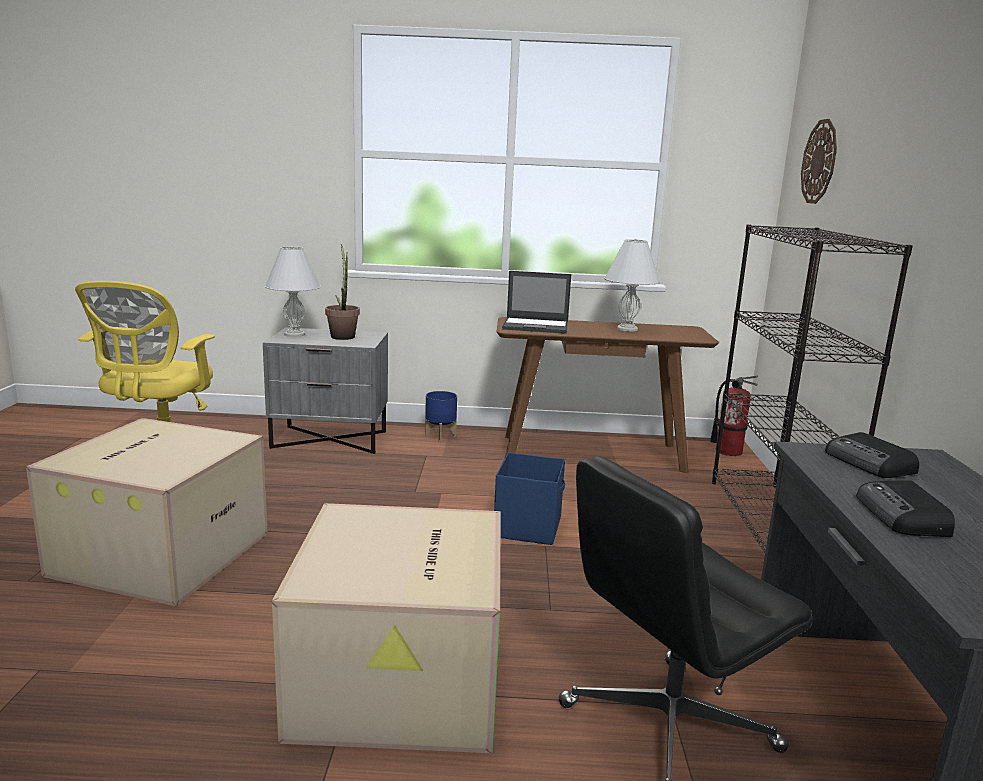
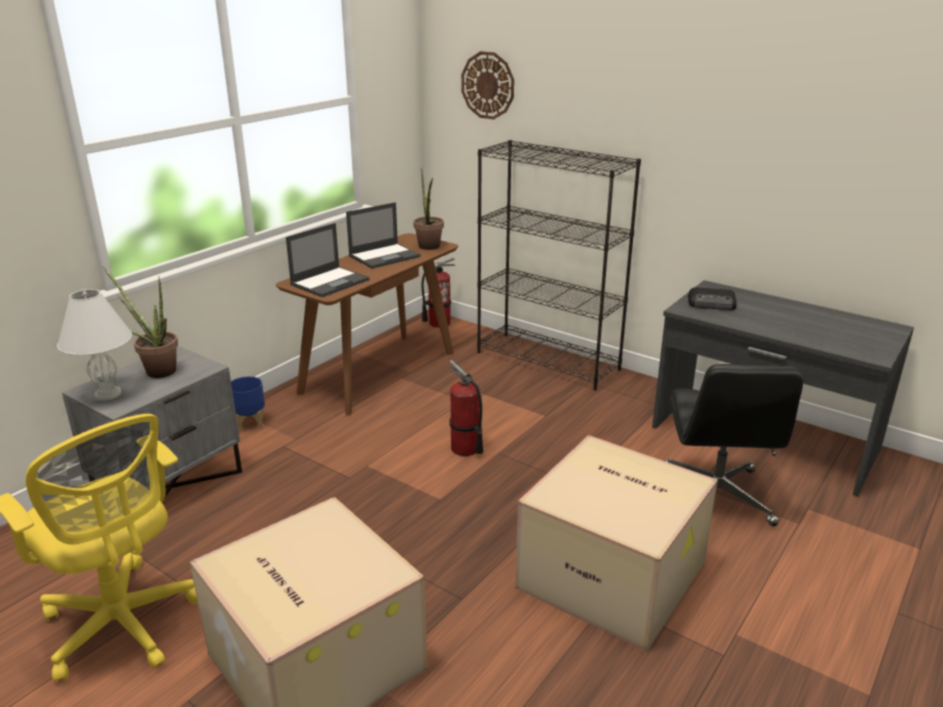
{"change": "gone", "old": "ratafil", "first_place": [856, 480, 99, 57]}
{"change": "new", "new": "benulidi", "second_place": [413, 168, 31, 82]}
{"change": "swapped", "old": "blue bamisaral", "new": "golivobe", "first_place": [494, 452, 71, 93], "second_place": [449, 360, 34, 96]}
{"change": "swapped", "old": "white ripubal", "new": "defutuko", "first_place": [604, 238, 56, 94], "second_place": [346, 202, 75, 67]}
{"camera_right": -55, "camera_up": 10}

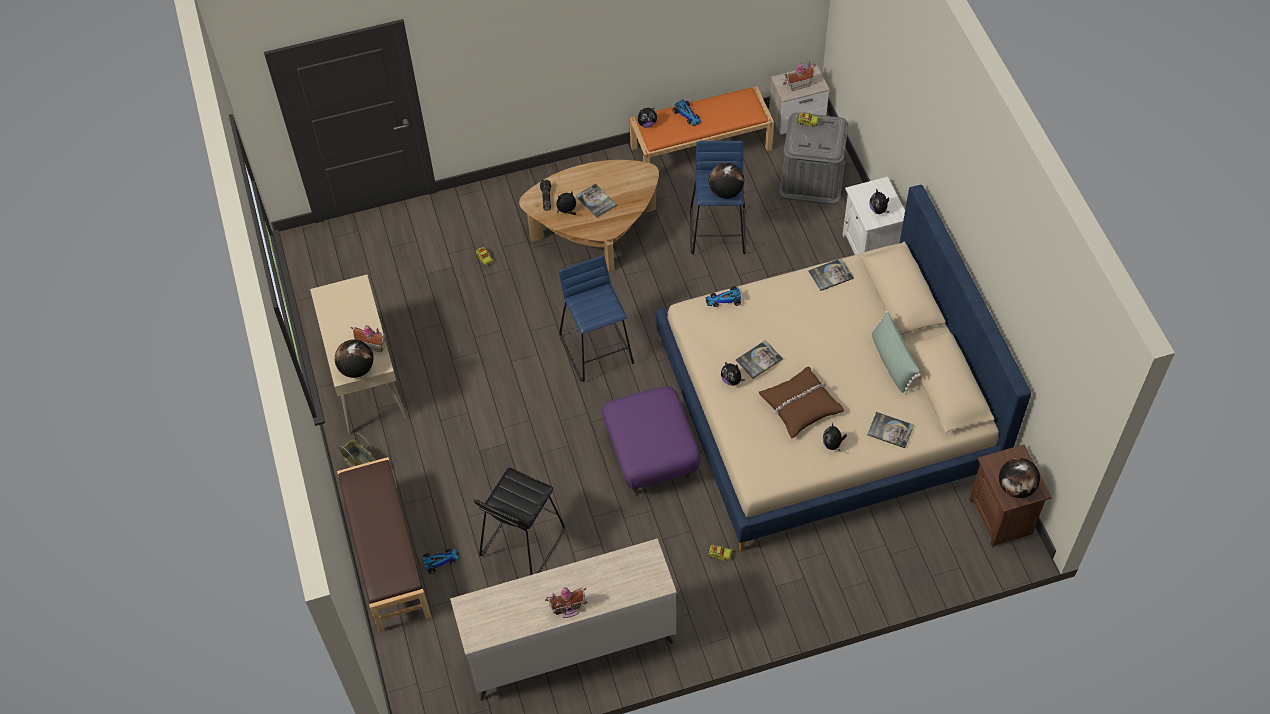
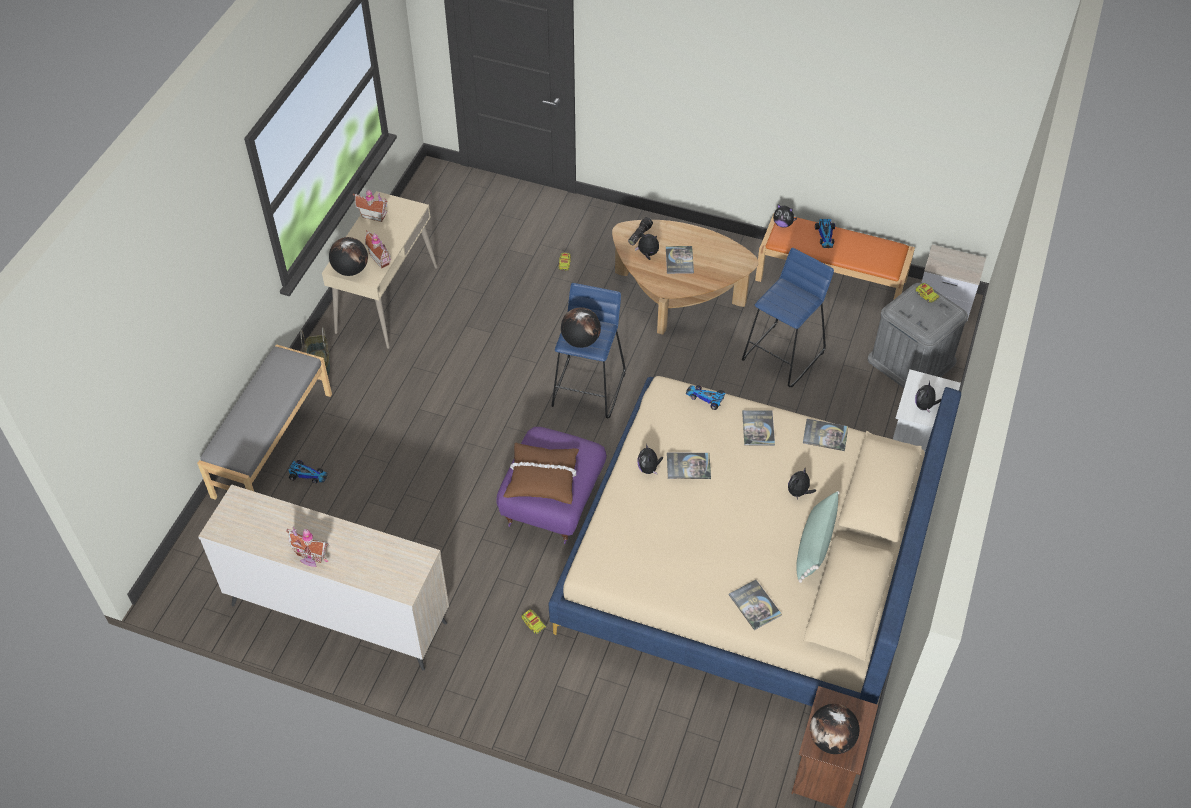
{"change": "gone", "old": "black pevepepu", "first_place": [474, 468, 91, 107]}
{"change": "new", "new": "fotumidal", "second_place": [742, 410, 33, 36]}
{"change": "shifted", "old": "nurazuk", "first_place": [709, 163, 35, 36], "second_place": [561, 307, 40, 41]}
{"change": "shifted", "old": "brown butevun", "first_place": [758, 366, 86, 73], "second_place": [503, 442, 76, 62]}
{"change": "shifted", "old": "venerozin", "first_place": [783, 61, 33, 30], "second_place": [353, 189, 35, 33]}
{"change": "shifted", "old": "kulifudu", "first_place": [823, 423, 24, 28], "second_place": [788, 469, 28, 30]}
{"change": "repainted", "old": "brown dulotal", "new": "grey dulotal", "first_place": [337, 457, 94, 176], "second_place": [197, 344, 135, 156]}
{"camera_right": 35, "camera_up": -5}

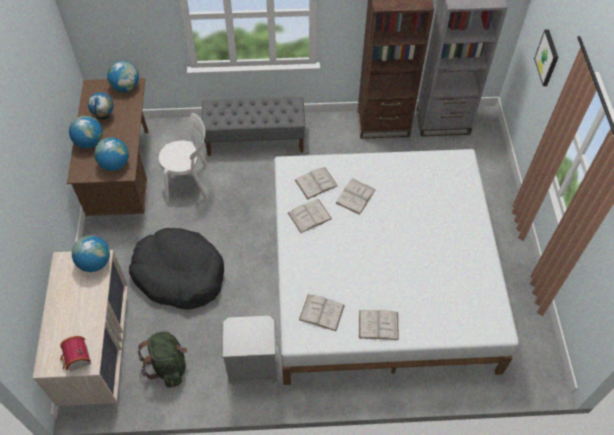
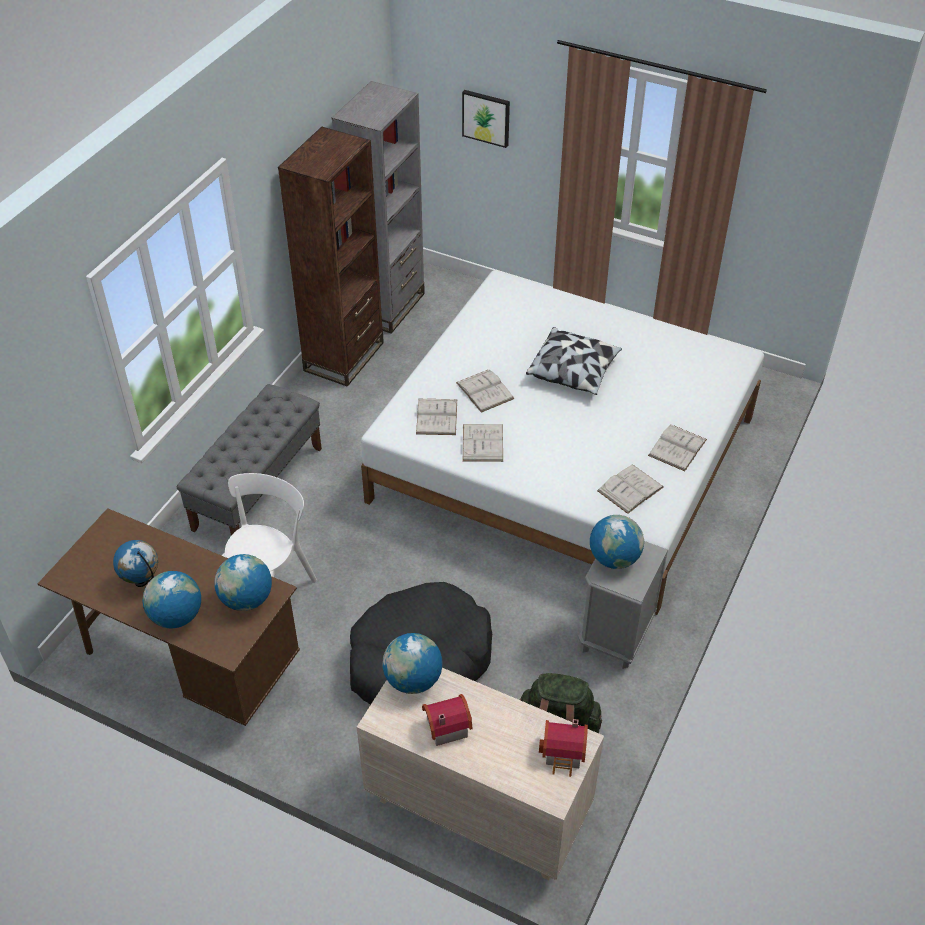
{"change": "new", "new": "venerozin", "second_place": [422, 694, 51, 52]}
{"change": "new", "new": "butevun", "second_place": [526, 327, 96, 68]}
{"change": "shifted", "old": "nurazuk", "first_place": [107, 61, 32, 31], "second_place": [590, 515, 54, 54]}
{"camera_right": -60, "camera_up": -10}

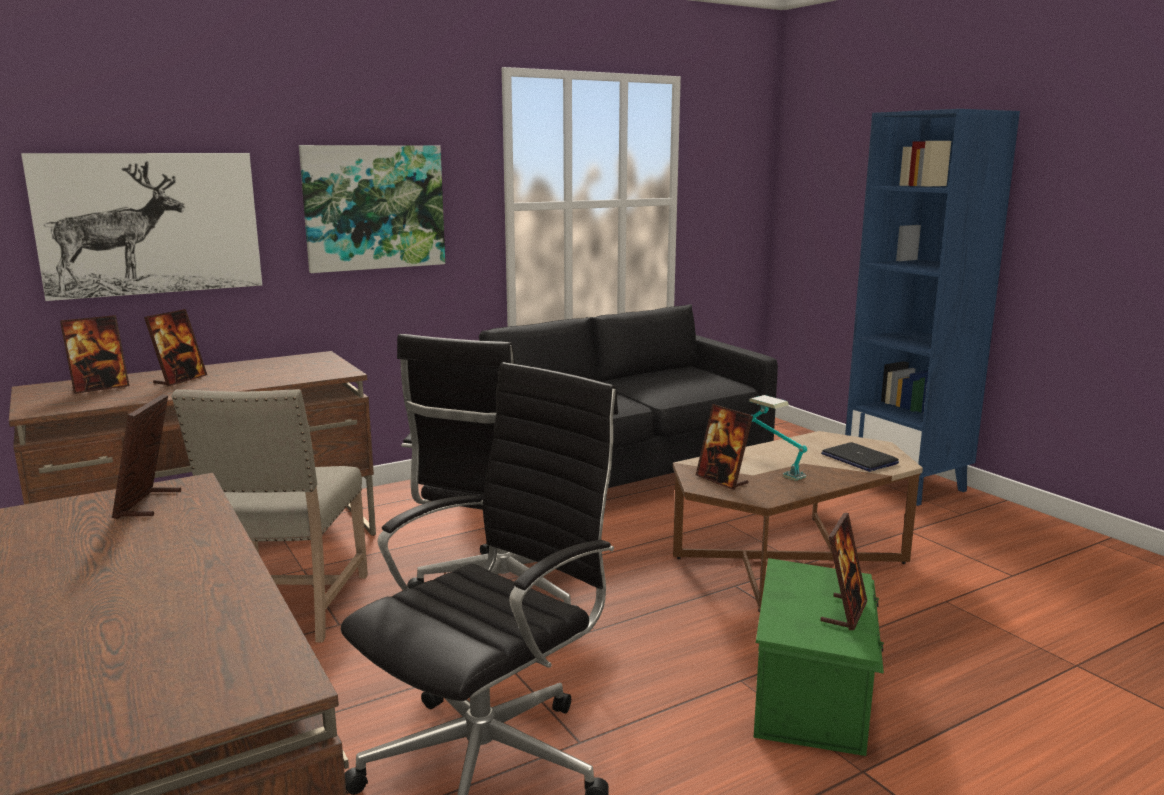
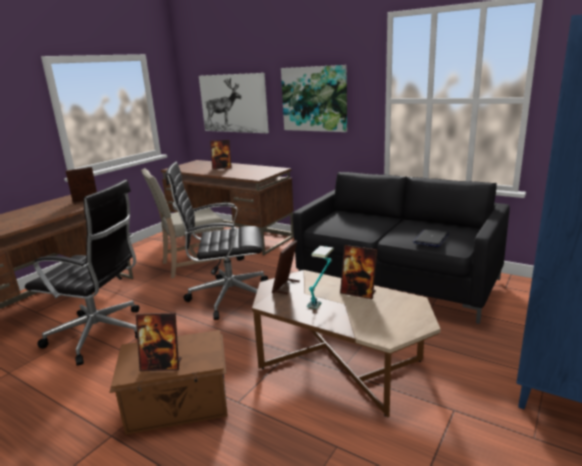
{"change": "shifted", "old": "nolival", "first_place": [60, 315, 69, 79], "second_place": [340, 245, 38, 54]}
{"change": "shifted", "old": "defutuko", "first_place": [821, 442, 78, 30], "second_place": [413, 229, 36, 18]}
{"change": "repainted", "old": "green bamisaral", "new": "brown bamisaral", "first_place": [754, 558, 130, 198], "second_place": [109, 330, 119, 105]}
{"camera_right": 65, "camera_up": 5}

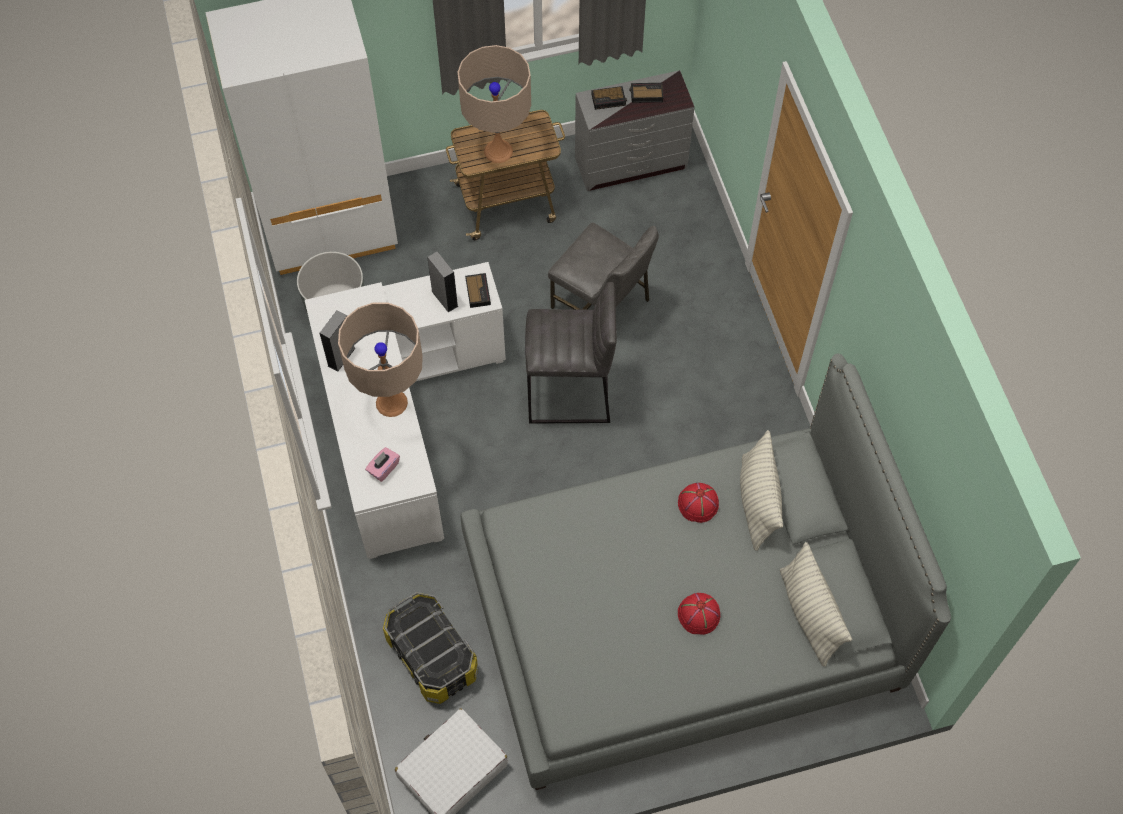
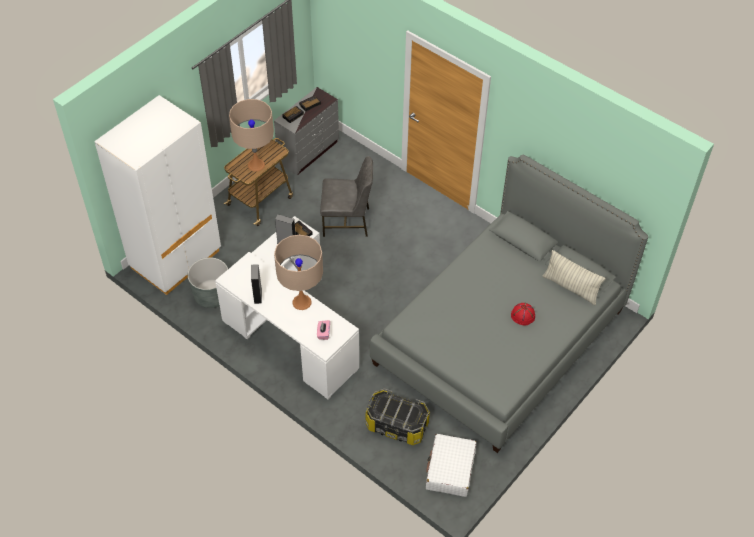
{"change": "gone", "old": "grey pevepepu", "first_place": [525, 282, 92, 142]}
{"change": "gone", "old": "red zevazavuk", "first_place": [678, 483, 41, 40]}
{"change": "gone", "old": "butevun", "first_place": [740, 430, 43, 121]}
{"camera_right": -35, "camera_up": -10}

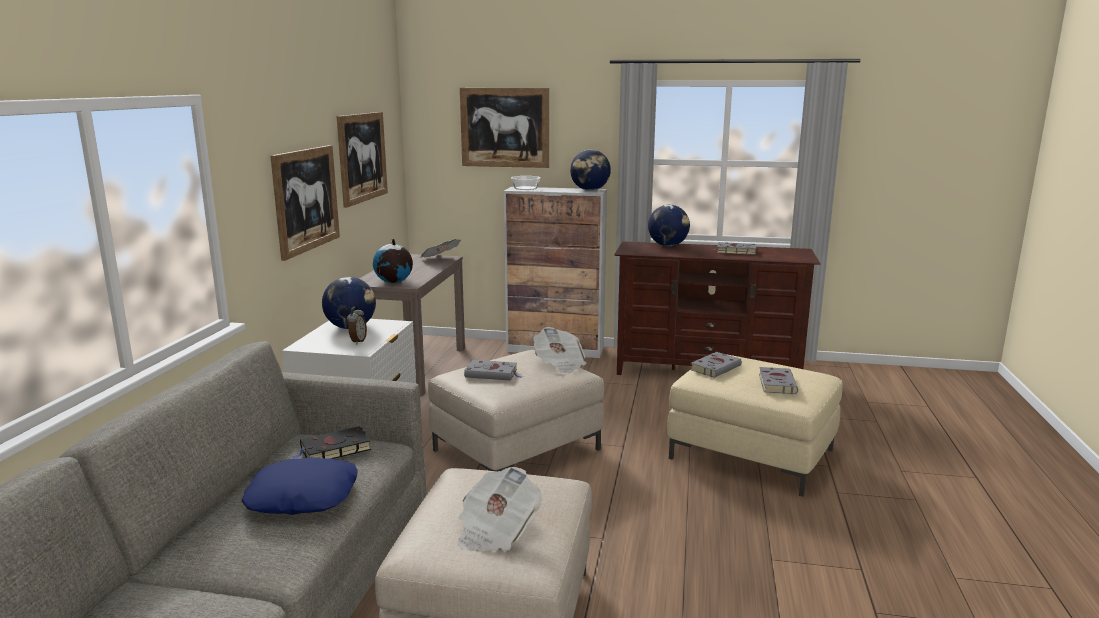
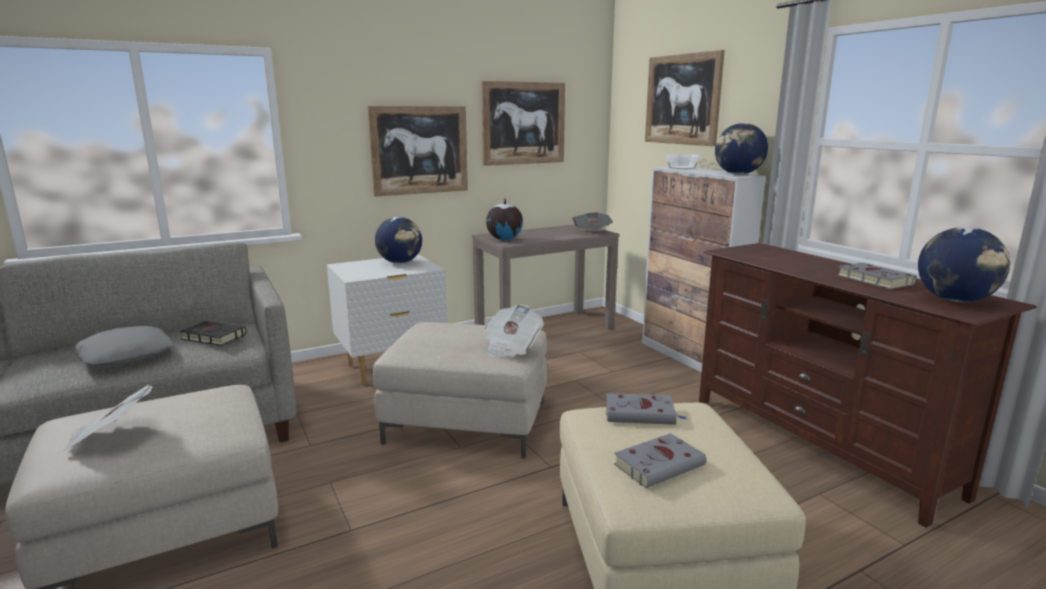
{"change": "gone", "old": "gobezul", "first_place": [347, 306, 20, 38]}
{"change": "gone", "old": "grey fotumidal", "first_place": [464, 360, 58, 20]}
{"change": "shifted", "old": "nurazuk", "first_place": [648, 205, 42, 41], "second_place": [918, 227, 92, 75]}
{"change": "repainted", "old": "blue butevun", "new": "grey butevun", "first_place": [241, 457, 116, 58], "second_place": [75, 326, 98, 40]}
{"camera_right": 50, "camera_up": 0}

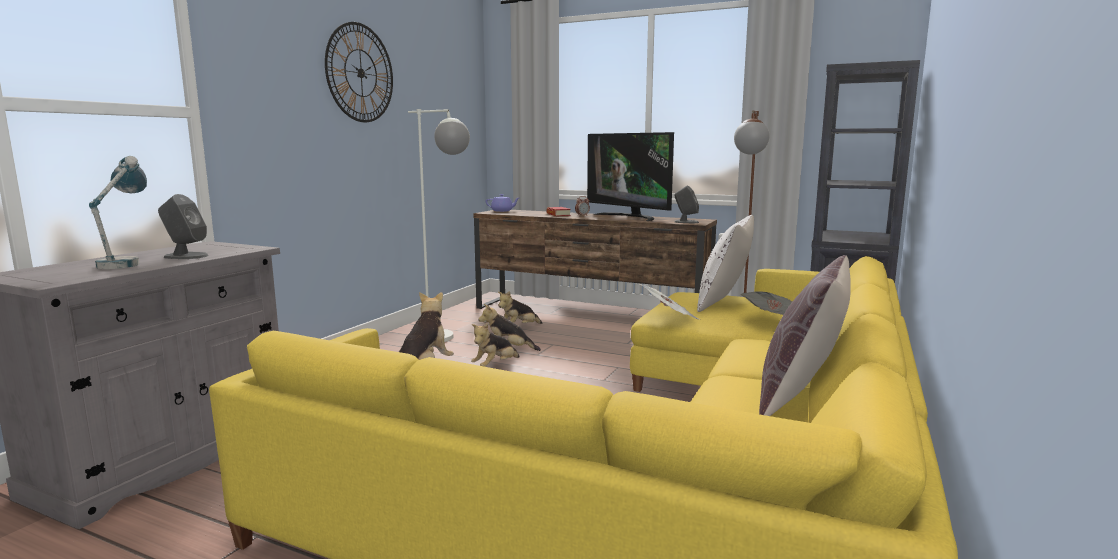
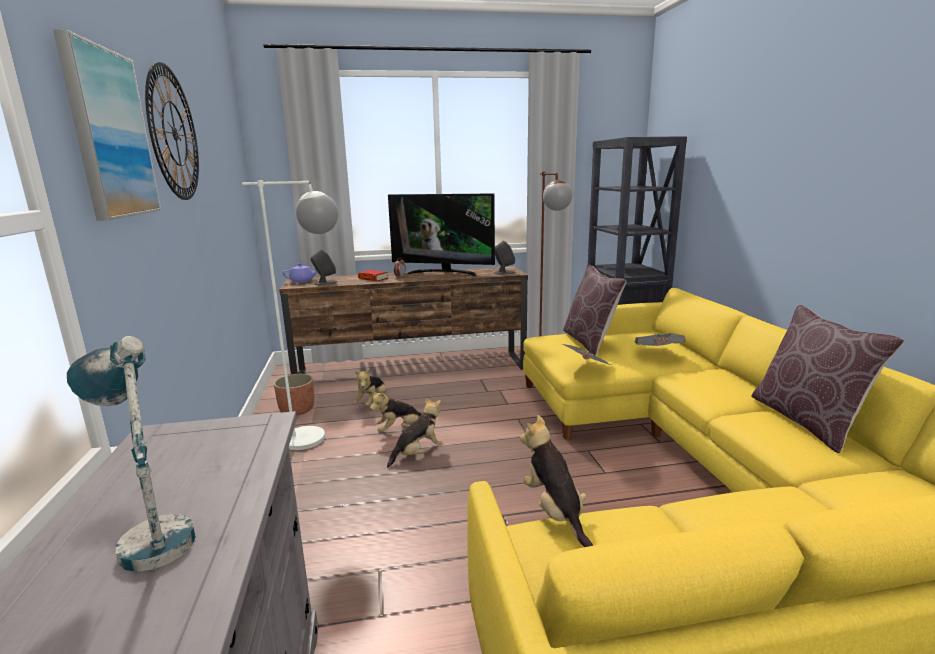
{"change": "new", "new": "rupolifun", "second_place": [53, 29, 108, 192]}
{"change": "new", "new": "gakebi", "second_place": [274, 374, 40, 42]}
{"change": "shifted", "old": "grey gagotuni", "first_place": [158, 194, 51, 65], "second_place": [311, 249, 27, 36]}
{"change": "repainted", "old": "white butevun", "new": "brown butevun", "first_place": [697, 215, 57, 97], "second_place": [563, 265, 64, 91]}
{"change": "rotated", "old": "kulifudu", "first_place": [471, 323, 49, 44], "second_place": [387, 397, 56, 71], "degrees": -135}
{"camera_right": -35, "camera_up": 5}

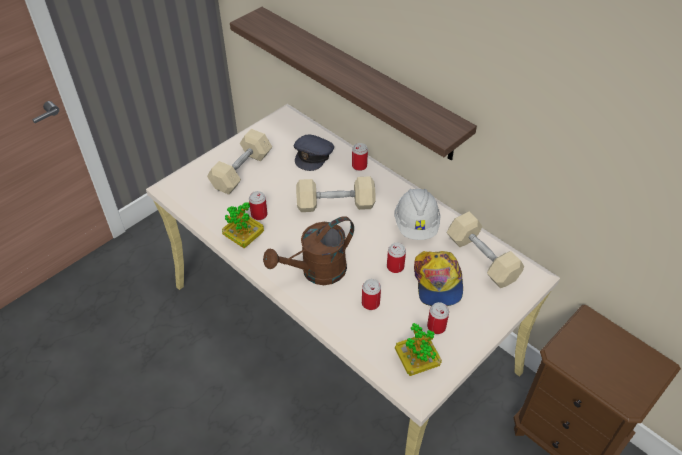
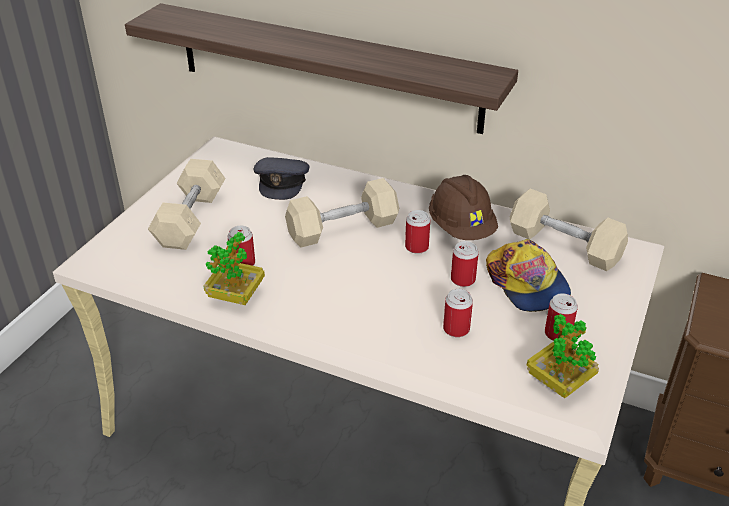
{"change": "gone", "old": "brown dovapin", "first_place": [263, 216, 91, 69]}
{"change": "shifted", "old": "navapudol", "first_place": [352, 143, 16, 28], "second_place": [405, 210, 25, 44]}
{"change": "repainted", "old": "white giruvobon", "new": "brown giruvobon", "first_place": [394, 189, 47, 51], "second_place": [429, 175, 69, 65]}
{"camera_right": -20, "camera_up": -10}

